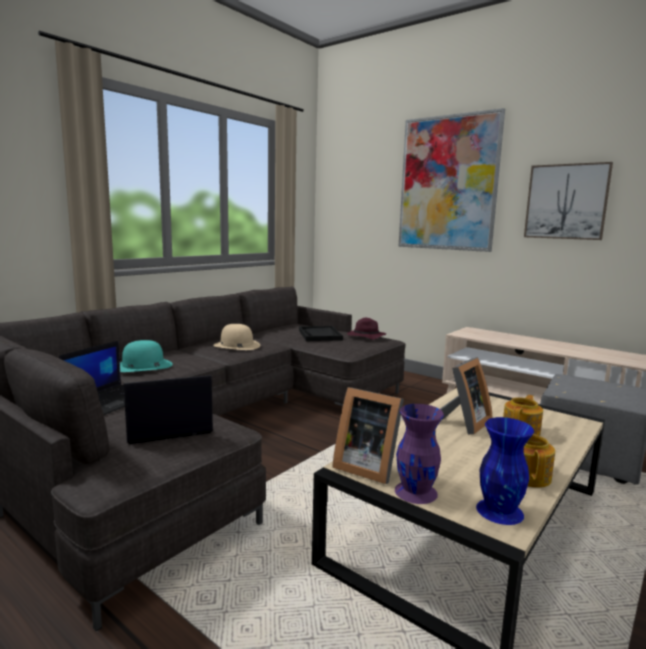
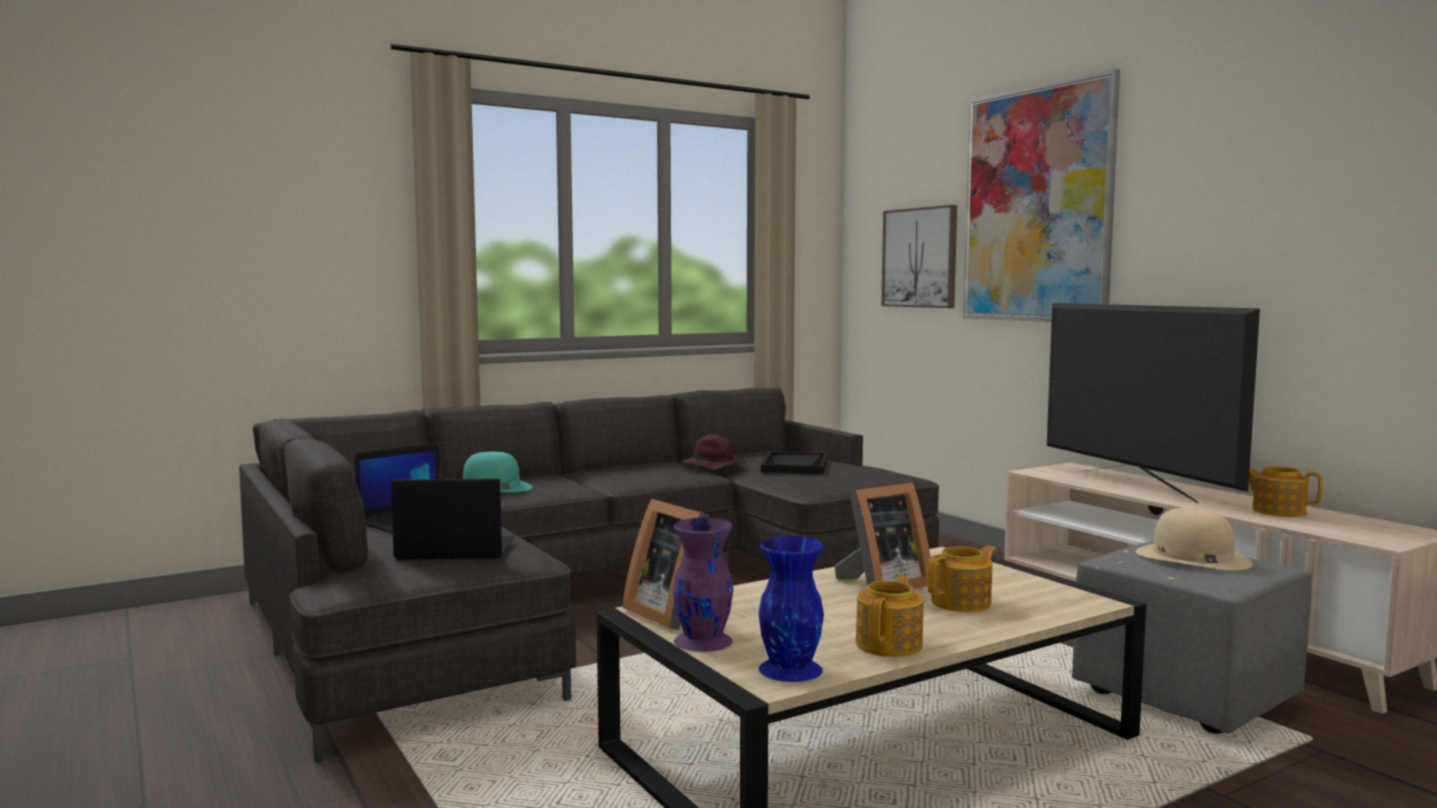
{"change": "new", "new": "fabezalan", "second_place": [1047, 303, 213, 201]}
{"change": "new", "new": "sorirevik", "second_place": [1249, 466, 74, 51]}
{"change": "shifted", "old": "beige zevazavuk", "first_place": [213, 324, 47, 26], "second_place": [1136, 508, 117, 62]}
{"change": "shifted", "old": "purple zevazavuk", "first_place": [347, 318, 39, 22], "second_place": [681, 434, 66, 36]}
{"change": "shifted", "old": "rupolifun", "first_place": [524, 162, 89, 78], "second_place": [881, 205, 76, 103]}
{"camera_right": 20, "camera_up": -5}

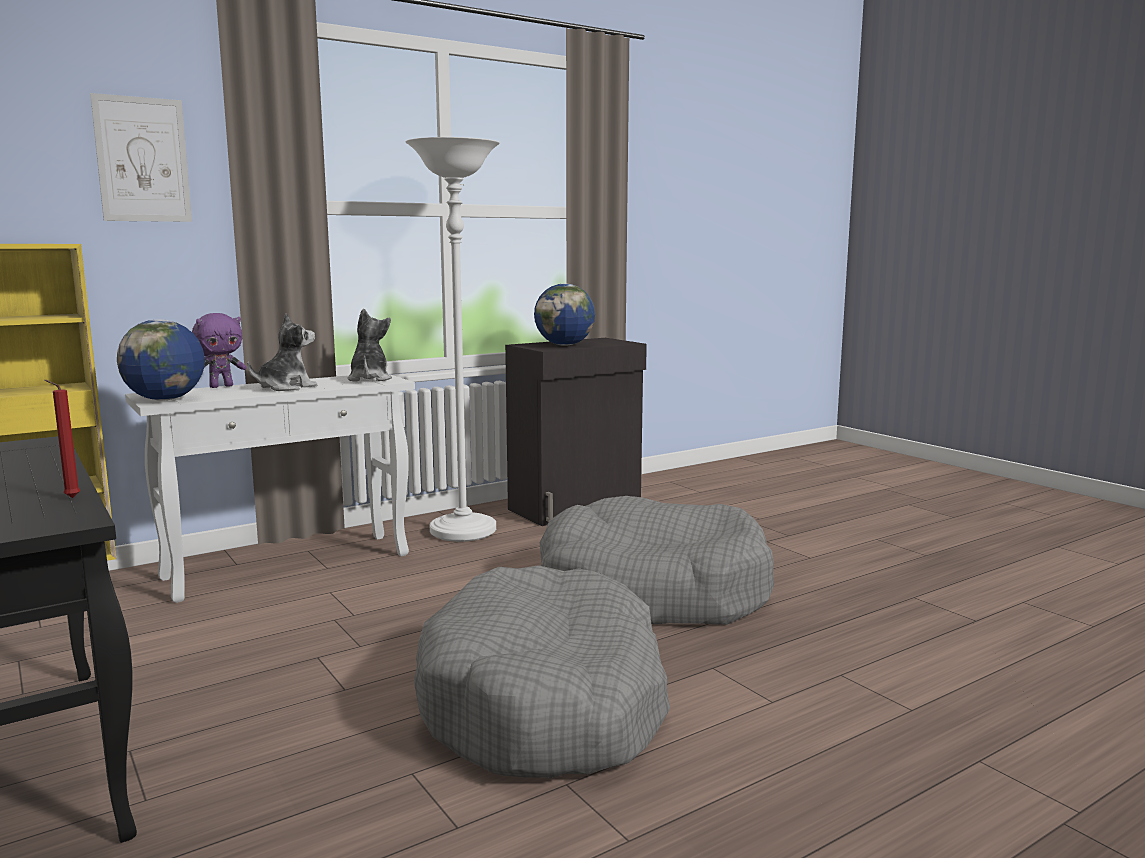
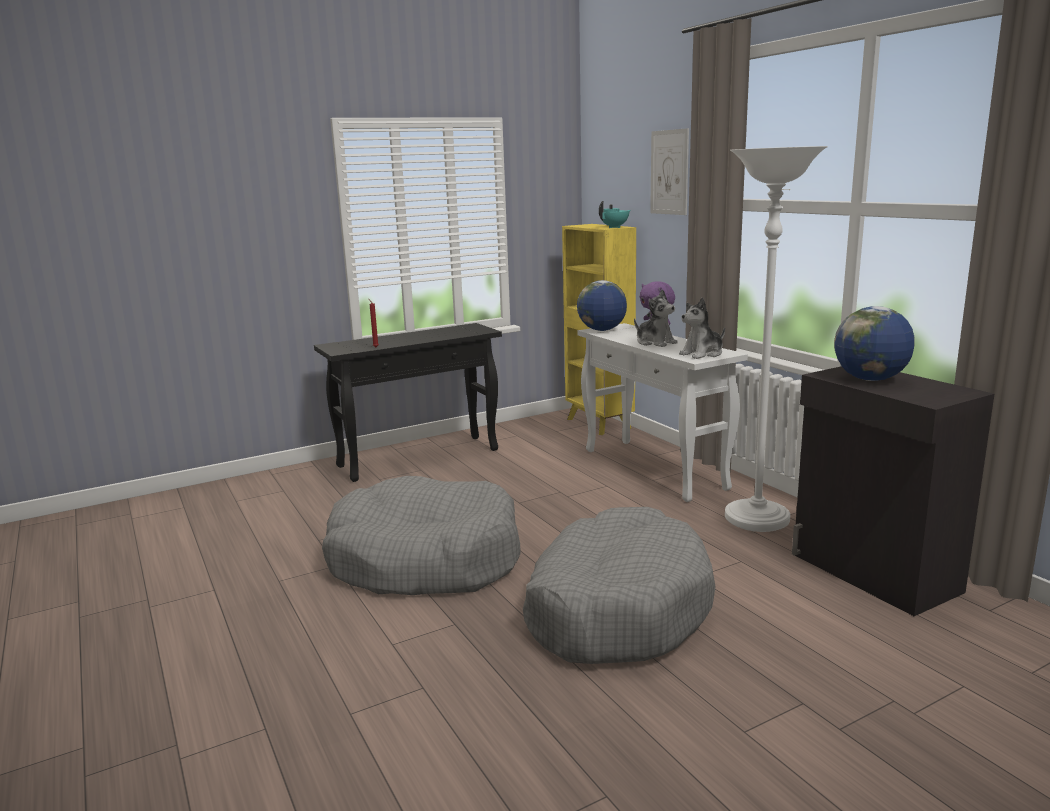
{"change": "new", "new": "turquoise sorirevik", "second_place": [599, 201, 32, 27]}
{"change": "rotated", "old": "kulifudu", "first_place": [348, 309, 44, 73], "second_place": [679, 298, 46, 61], "degrees": 150}
{"camera_right": 95, "camera_up": 5}

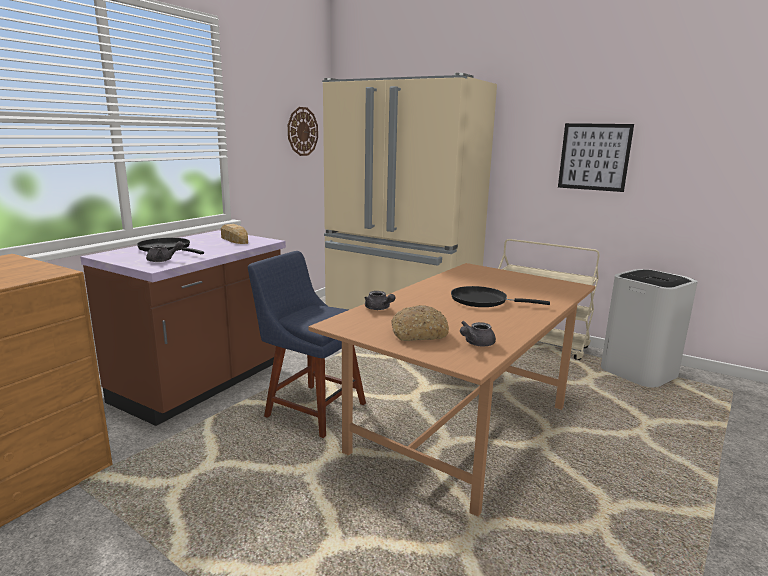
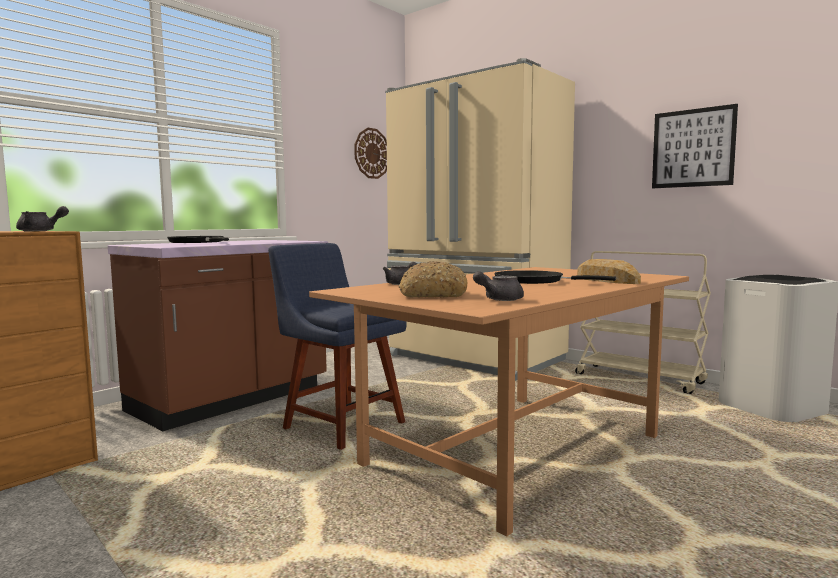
{"change": "shifted", "old": "grey sorirevik", "first_place": [146, 241, 38, 21], "second_place": [16, 206, 53, 25]}
{"change": "shifted", "old": "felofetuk", "first_place": [221, 224, 27, 20], "second_place": [577, 259, 64, 25]}
{"camera_right": 10, "camera_up": -10}

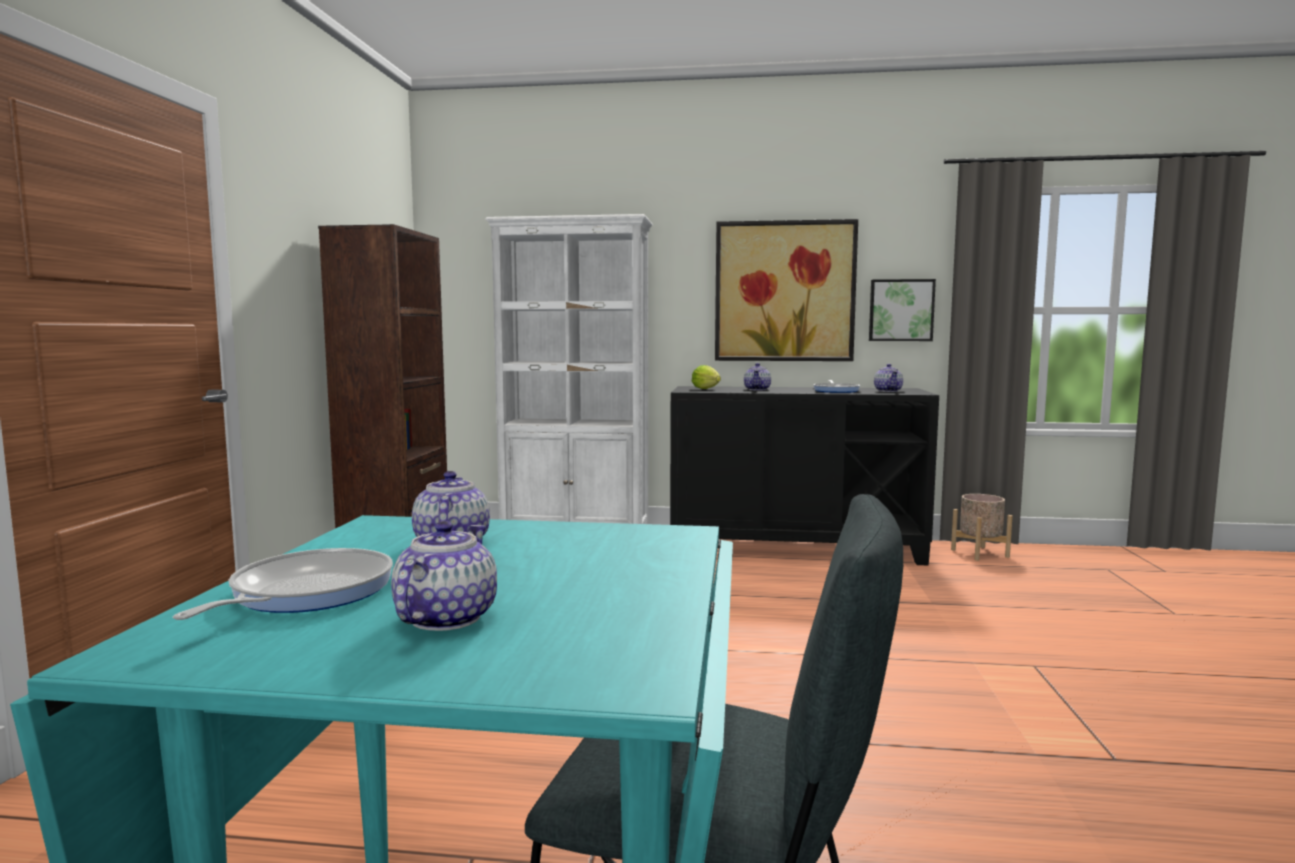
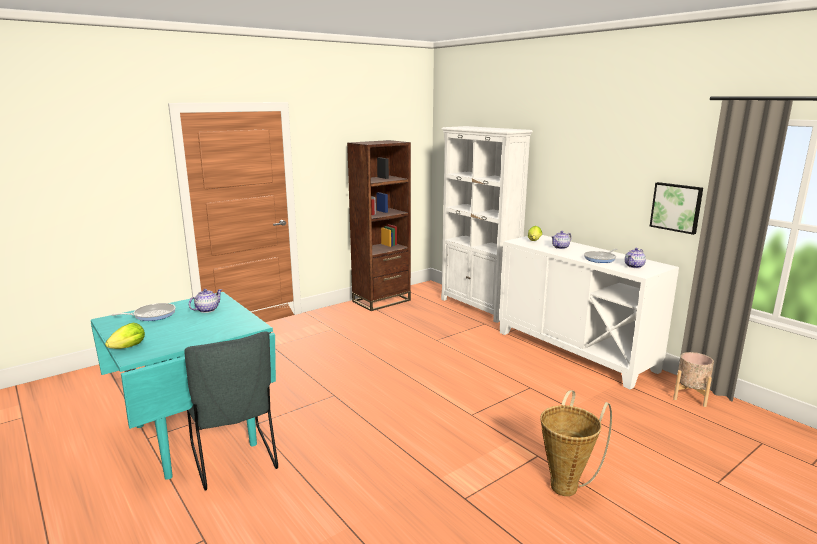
{"change": "gone", "old": "sorirevik", "first_place": [391, 521, 106, 110]}
{"change": "gone", "old": "rupolifun", "first_place": [715, 219, 143, 142]}
{"change": "new", "new": "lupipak", "second_place": [105, 323, 40, 26]}
{"change": "new", "new": "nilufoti", "second_place": [540, 390, 72, 106]}
{"change": "repainted", "old": "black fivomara", "new": "white fivomara", "first_place": [670, 386, 269, 179], "second_place": [499, 235, 180, 155]}
{"camera_right": 45, "camera_up": 10}

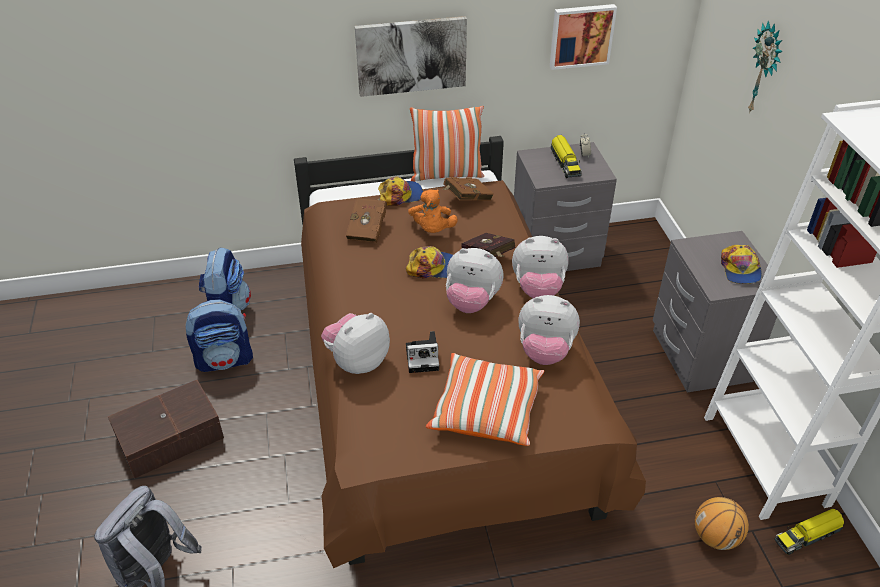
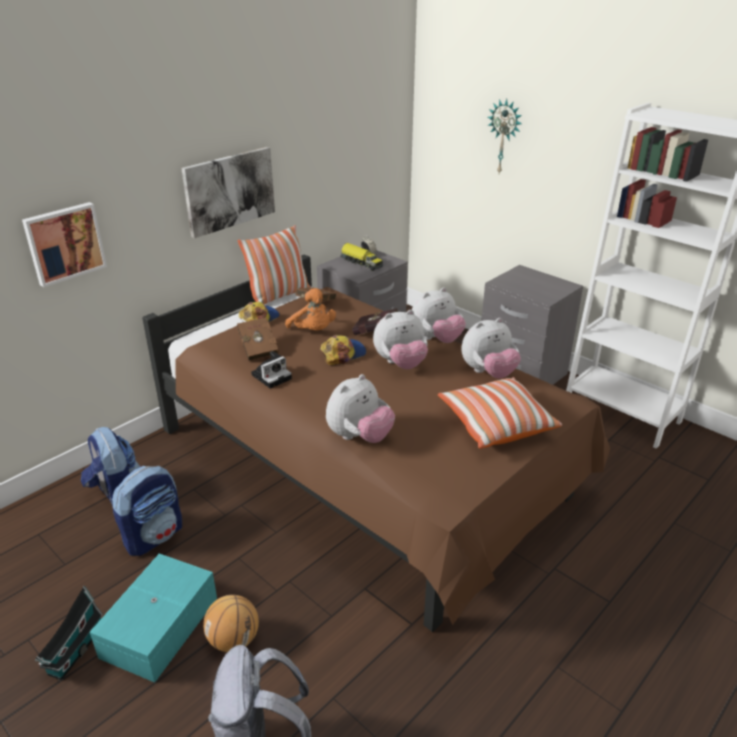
{"change": "gone", "old": "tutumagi", "first_place": [721, 245, 41, 39]}
{"change": "gone", "old": "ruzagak", "first_place": [774, 509, 70, 46]}
{"change": "new", "new": "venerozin", "second_place": [35, 586, 68, 94]}
{"change": "shifted", "old": "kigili", "first_place": [406, 331, 33, 42], "second_place": [251, 351, 41, 38]}
{"change": "shifted", "old": "rupolifun", "first_place": [550, 4, 67, 66], "second_place": [22, 202, 85, 85]}
{"change": "shifted", "old": "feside", "first_place": [695, 497, 54, 53], "second_place": [203, 595, 56, 57]}
{"change": "repainted", "old": "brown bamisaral", "new": "turquoise bamisaral", "first_place": [108, 379, 116, 99], "second_place": [90, 554, 127, 128]}
{"change": "rotated", "old": "kulifudu", "first_place": [321, 313, 69, 61], "second_place": [326, 374, 69, 69], "degrees": -150}
{"camera_right": -35, "camera_up": -10}

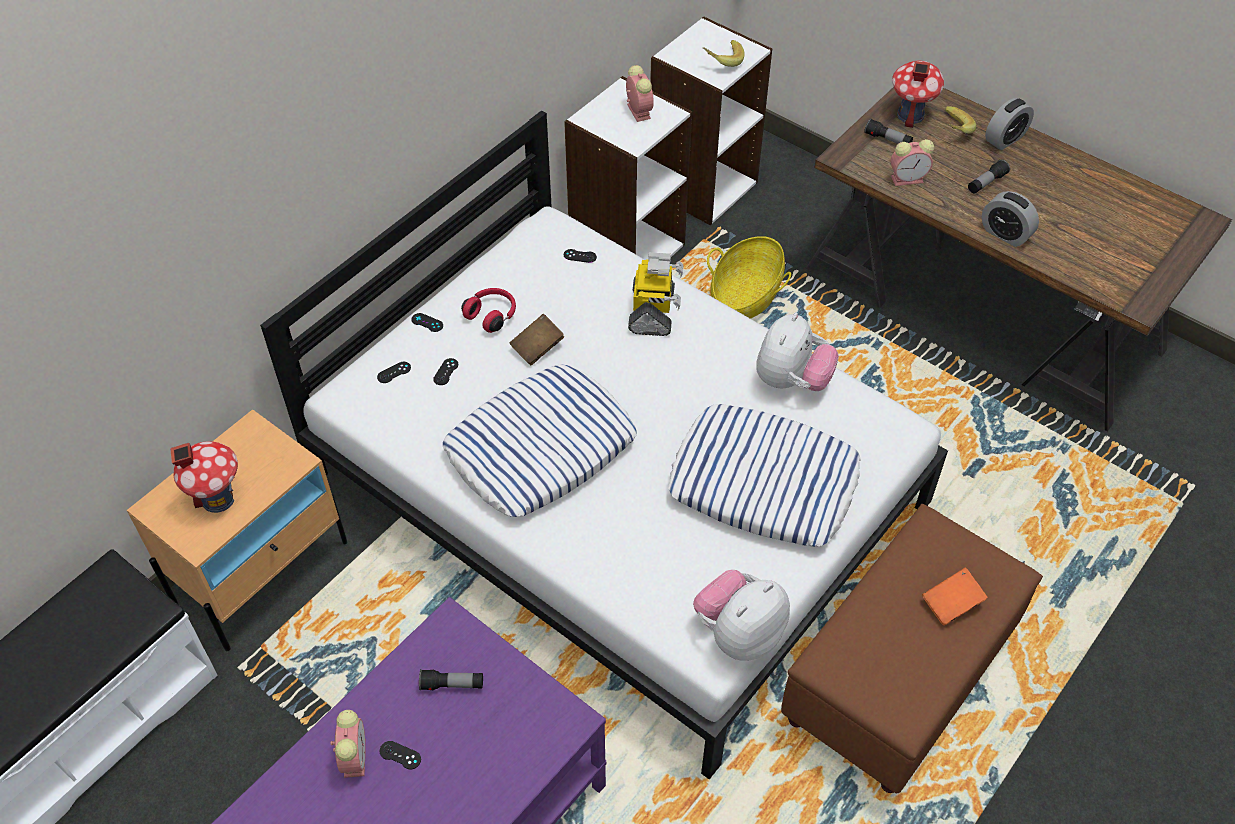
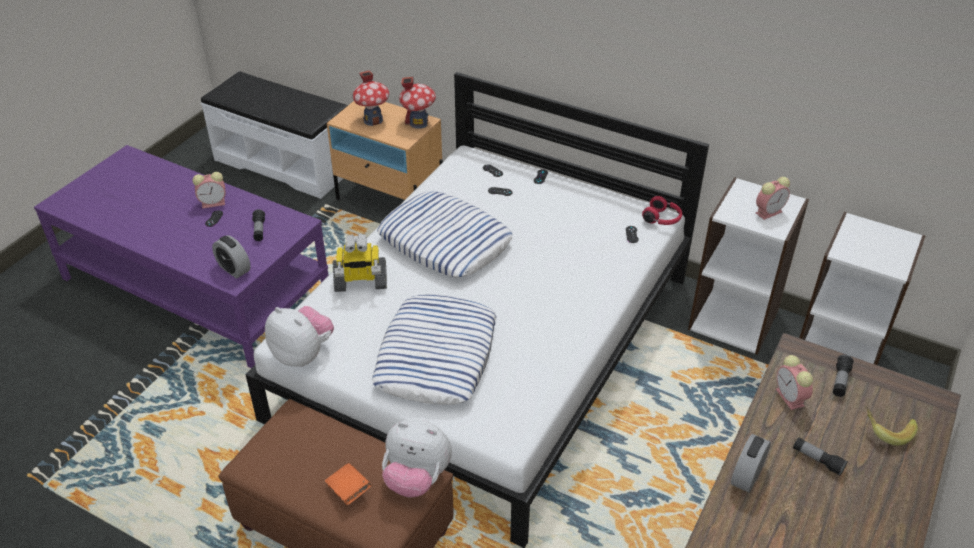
{"change": "gone", "old": "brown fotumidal", "first_place": [510, 314, 54, 51]}
{"change": "gone", "old": "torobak", "first_place": [703, 40, 42, 27]}
{"change": "gone", "old": "nilufoti", "first_place": [707, 236, 84, 83]}
{"change": "shifted", "old": "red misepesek", "first_place": [461, 288, 55, 45], "second_place": [642, 196, 40, 29]}
{"change": "shifted", "old": "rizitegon", "first_place": [628, 252, 56, 84], "second_place": [333, 234, 54, 58]}
{"change": "shifted", "old": "kulifudu", "first_place": [756, 313, 83, 78], "second_place": [382, 419, 70, 78]}
{"change": "shifted", "old": "venerozin", "first_place": [892, 61, 52, 67], "second_place": [399, 77, 37, 52]}
{"change": "shifted", "old": "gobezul", "first_place": [985, 98, 49, 52], "second_place": [212, 235, 39, 44]}
{"camera_right": 80, "camera_up": -10}

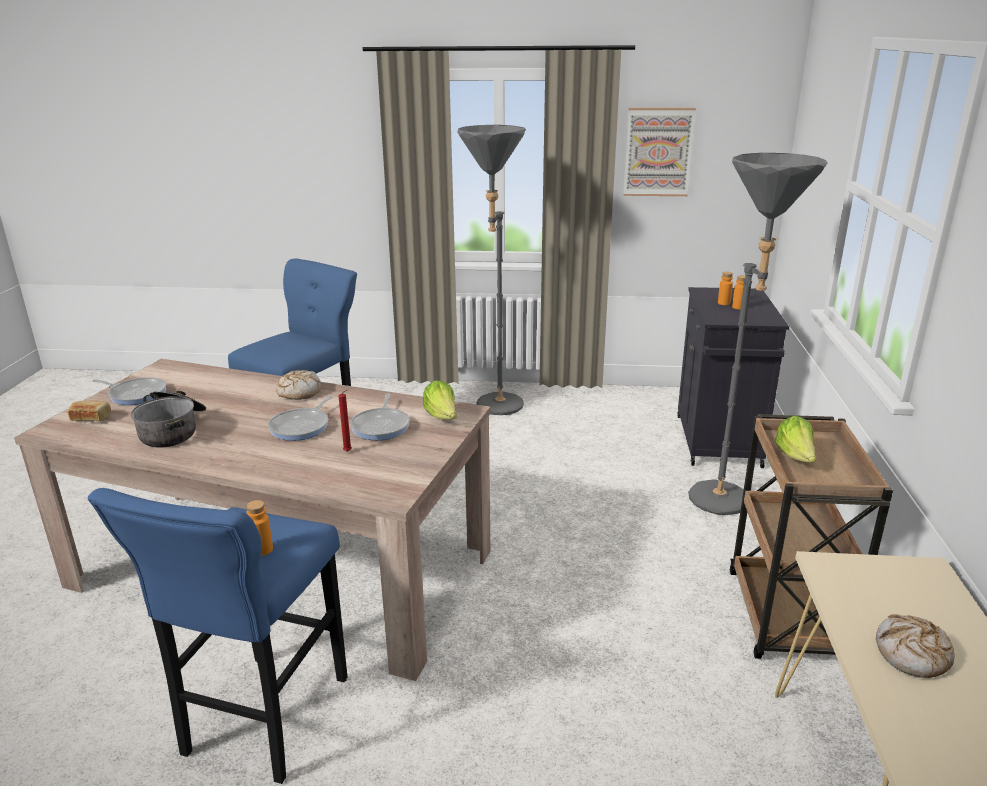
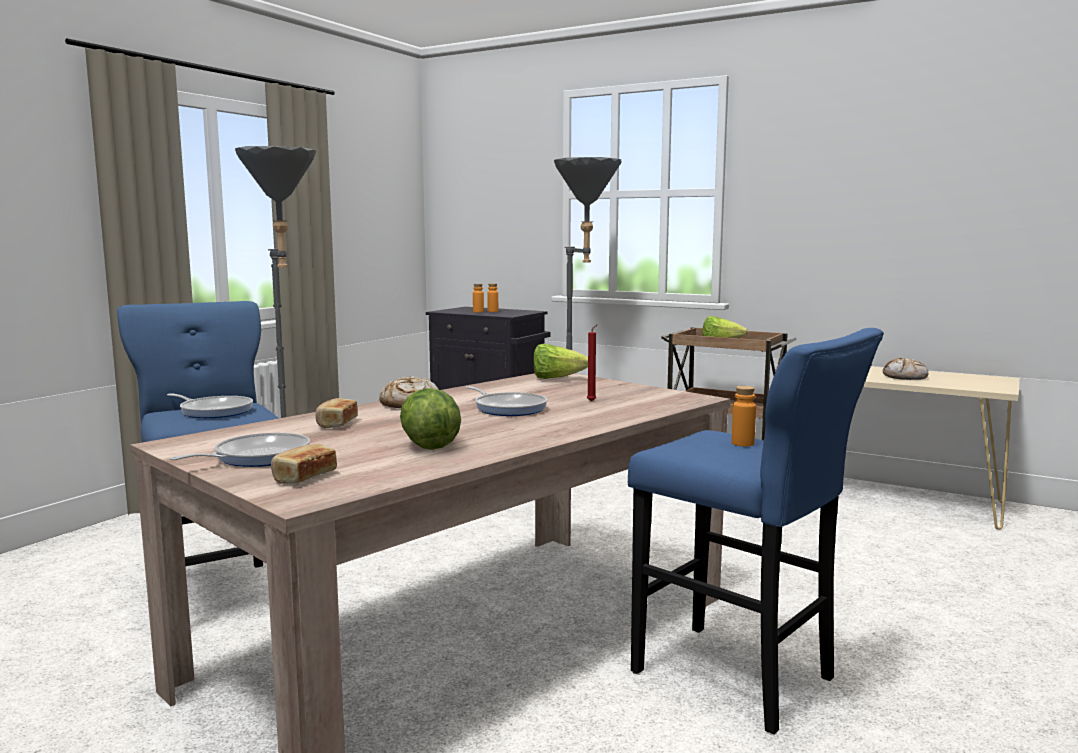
{"change": "gone", "old": "rupolifun", "first_place": [623, 108, 73, 88]}
{"change": "new", "new": "felofetuk", "second_place": [315, 398, 43, 31]}
{"change": "shifted", "old": "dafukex", "first_place": [350, 393, 60, 47], "second_place": [167, 393, 86, 25]}
{"change": "swapped", "old": "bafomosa", "new": "lupipak", "first_place": [131, 391, 75, 56], "second_place": [400, 388, 61, 62]}
{"camera_right": -65, "camera_up": -15}

